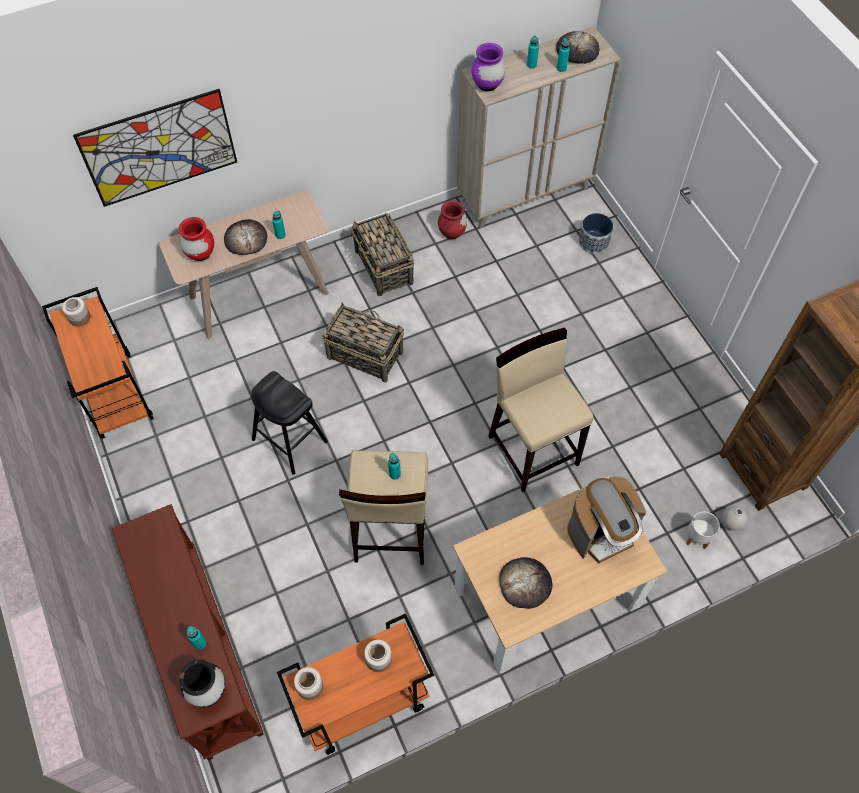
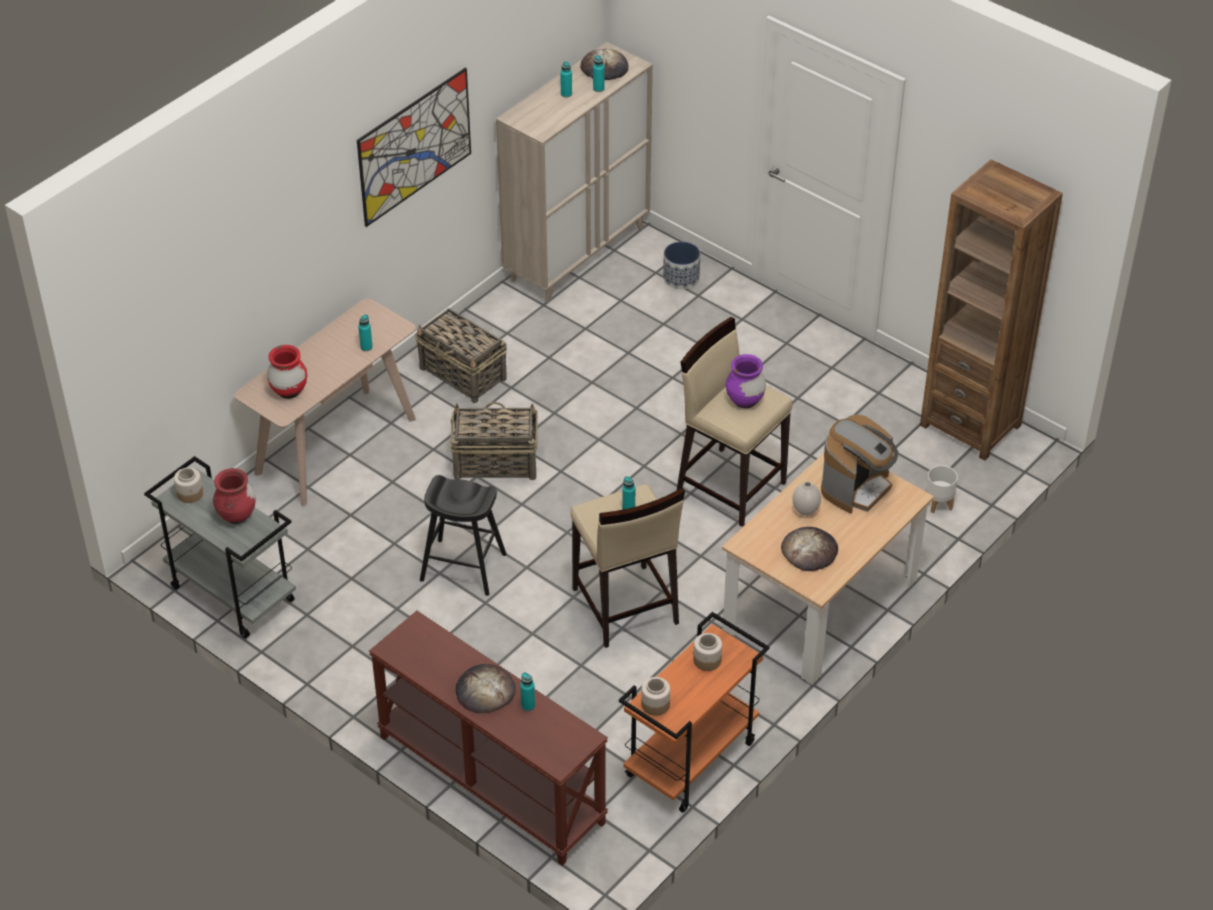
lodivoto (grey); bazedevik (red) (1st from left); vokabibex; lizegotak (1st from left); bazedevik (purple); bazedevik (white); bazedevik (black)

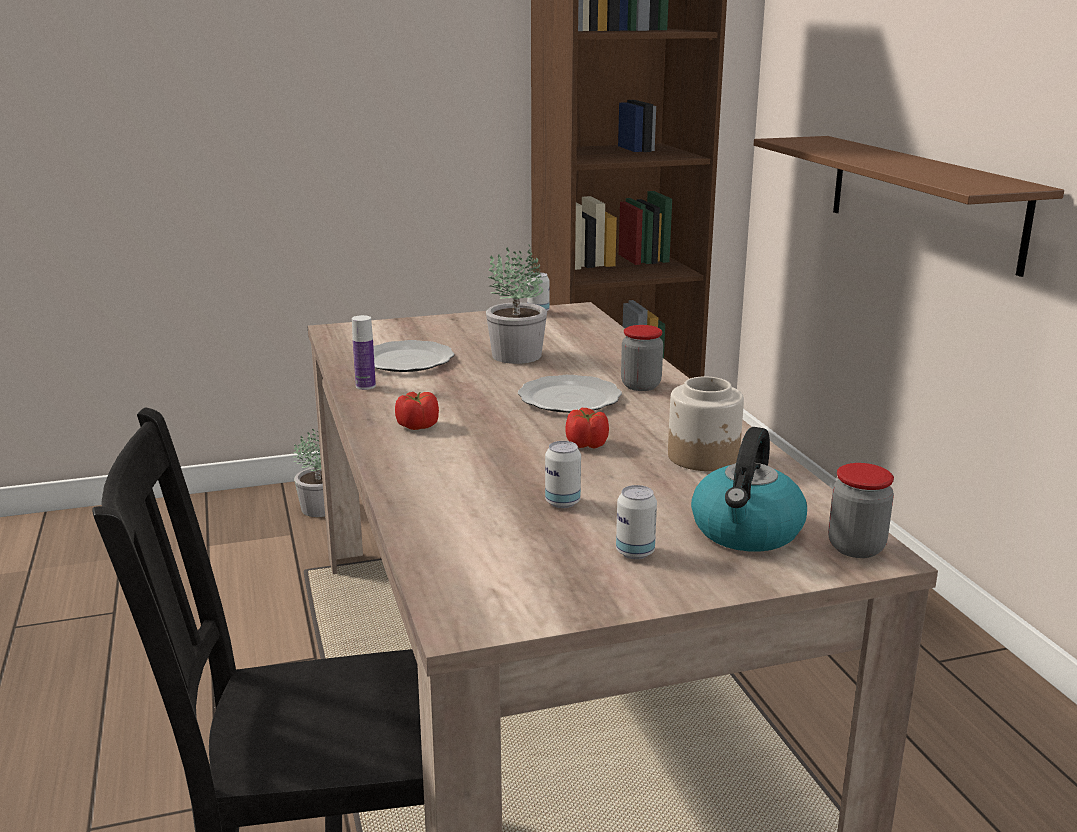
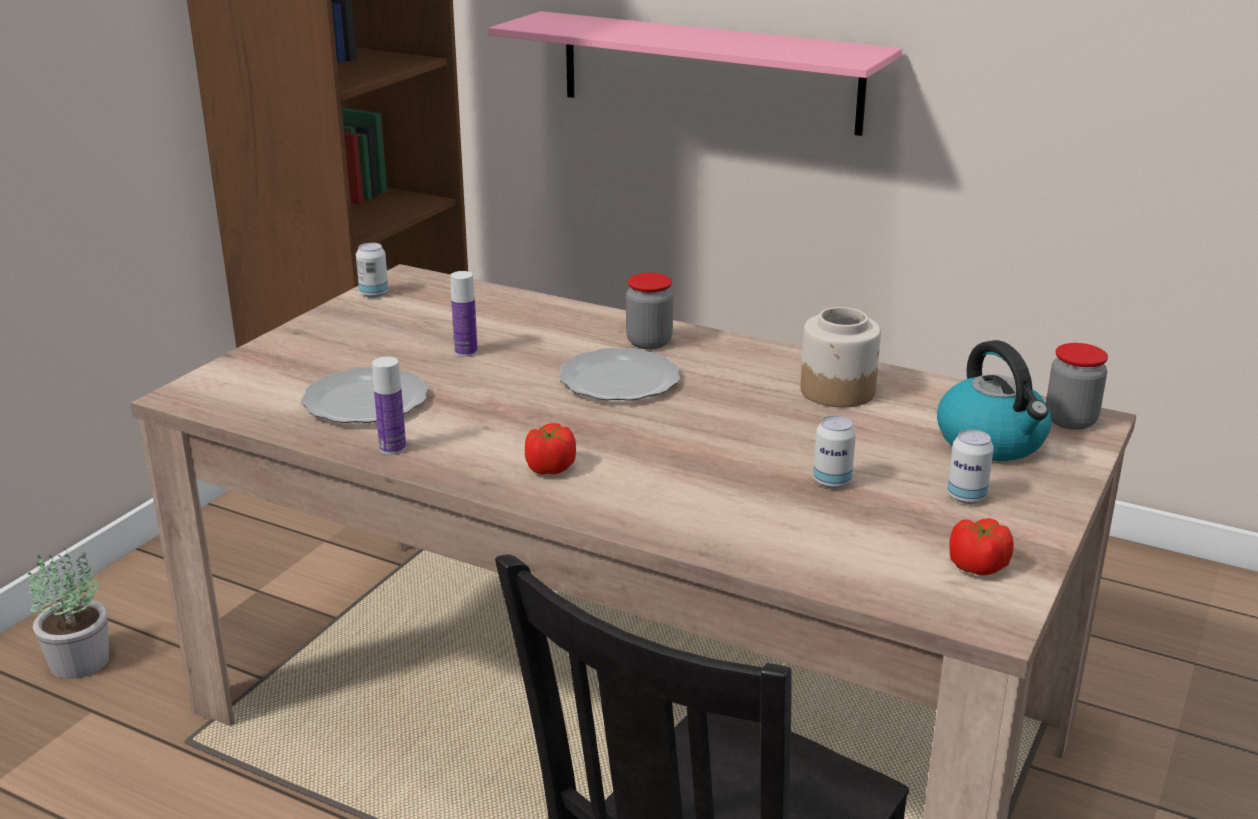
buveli (2nd from left); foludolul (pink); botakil (2nd from left)

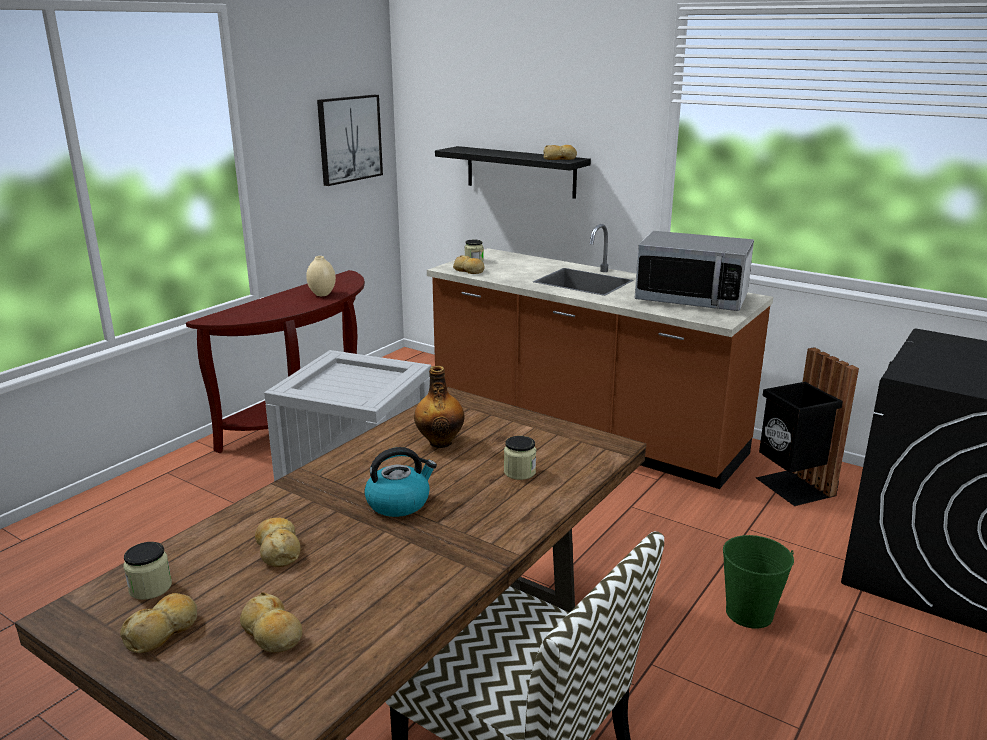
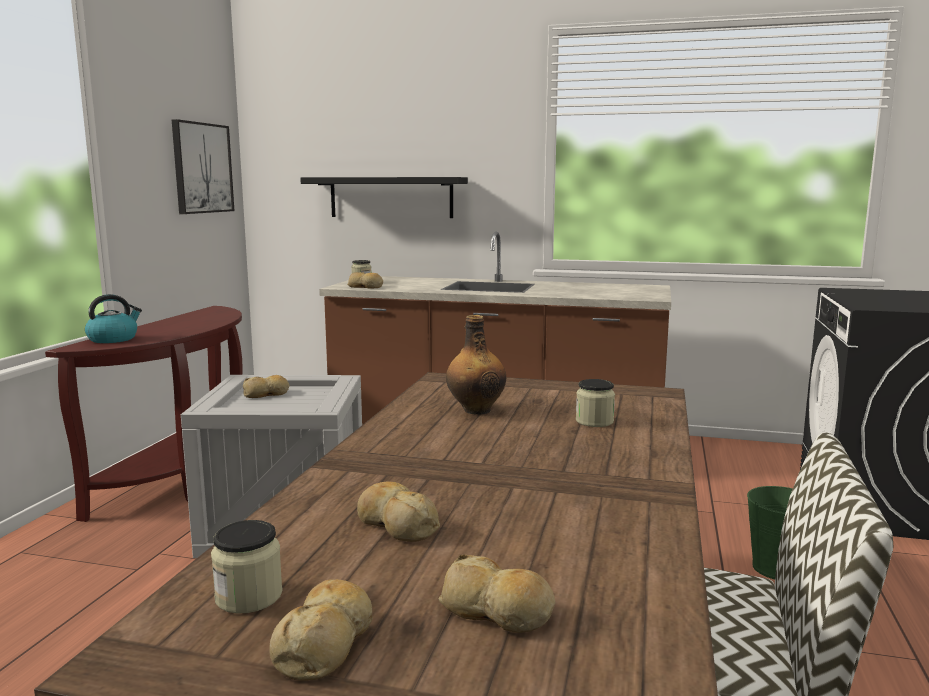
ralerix; lizegotak (1st from left); bazedevik (beige); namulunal; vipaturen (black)

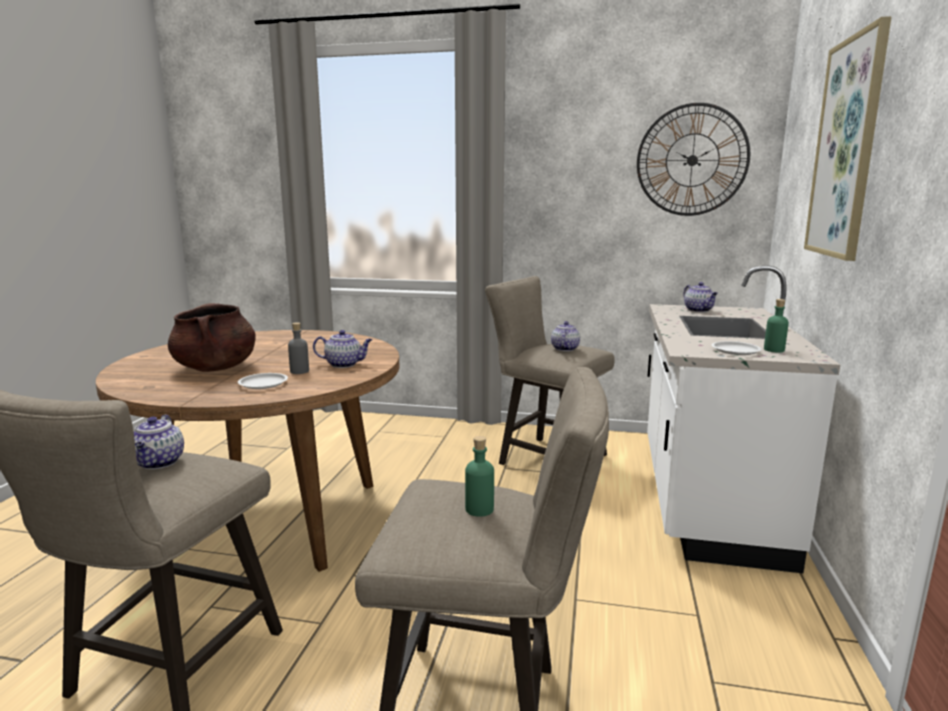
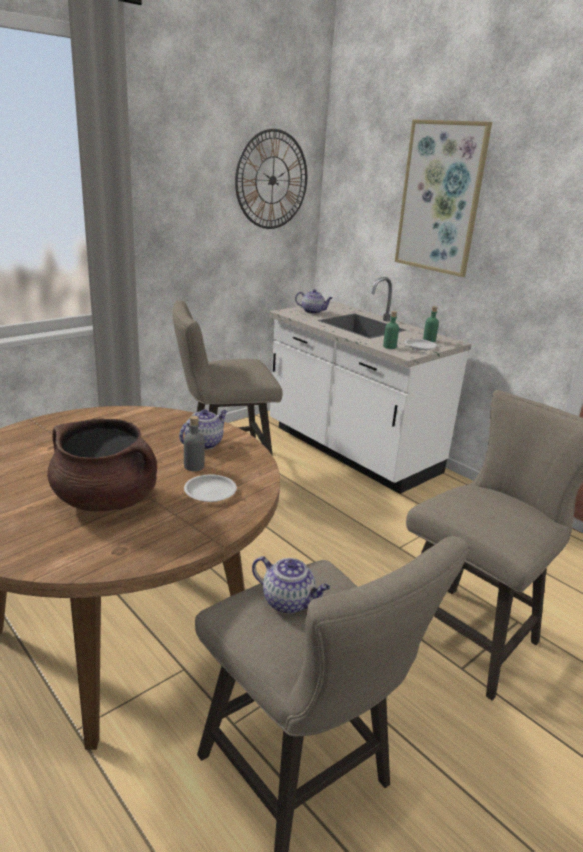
buveli (green) (1st from left); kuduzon (3rd from left in the first image)

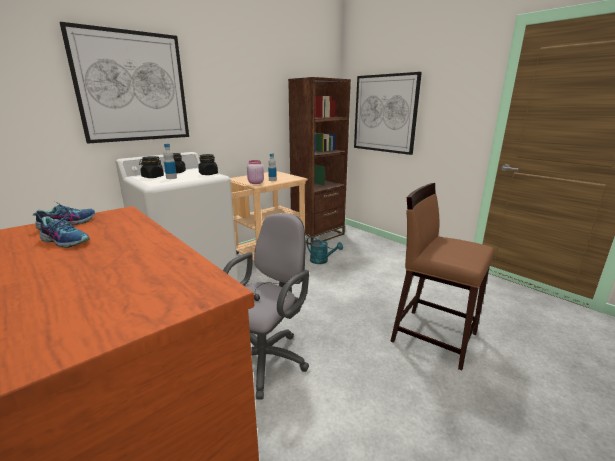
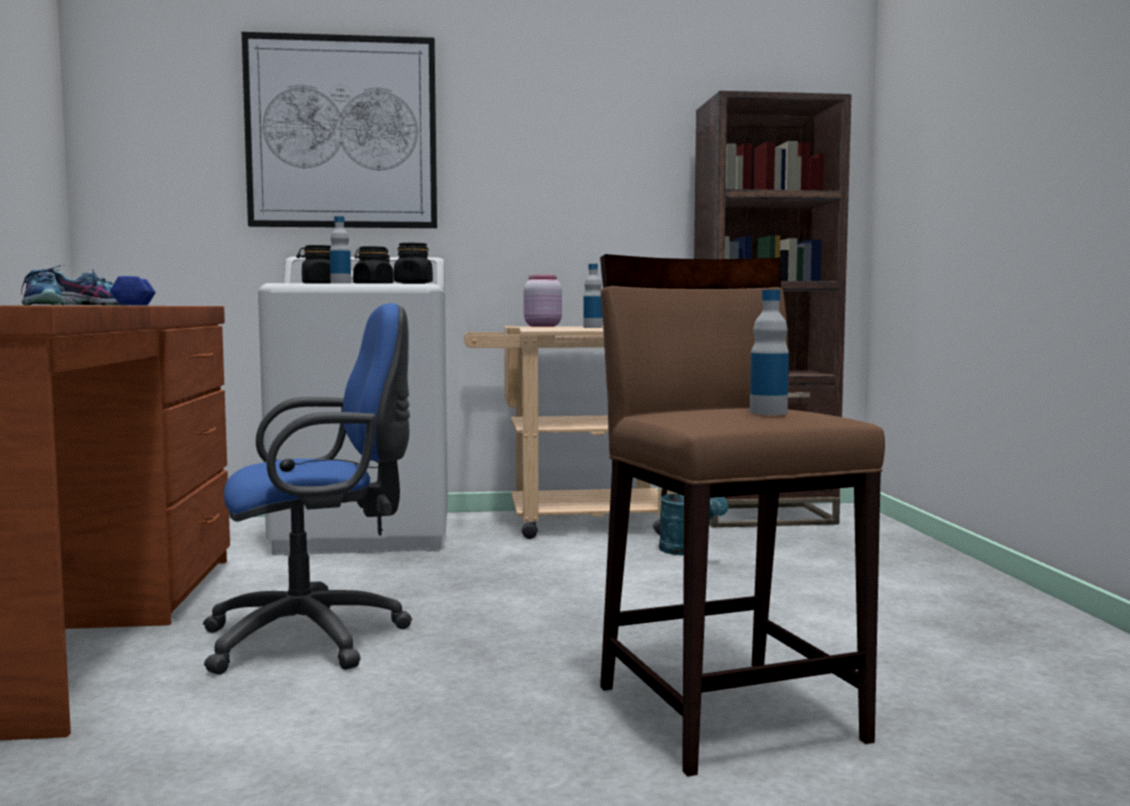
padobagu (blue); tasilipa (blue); buveli (3rd from left); vokabibex (2nd from left in the first image)

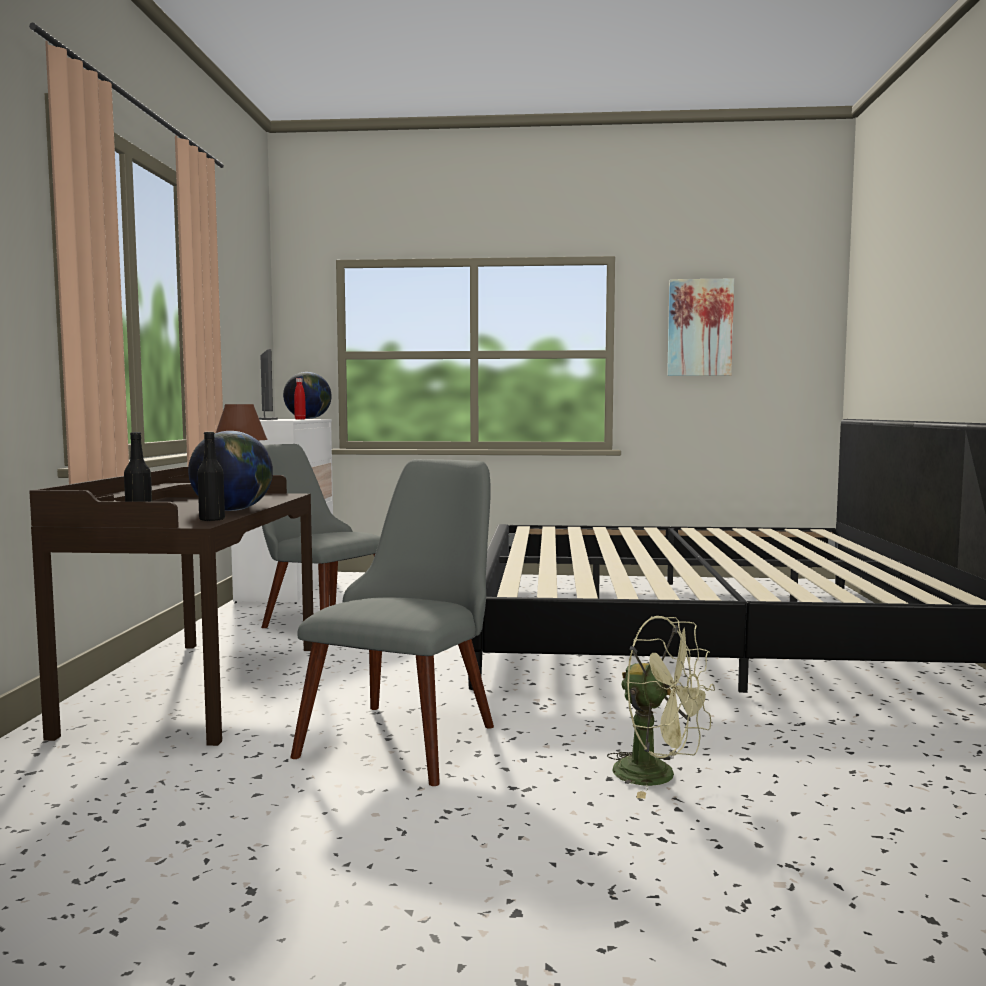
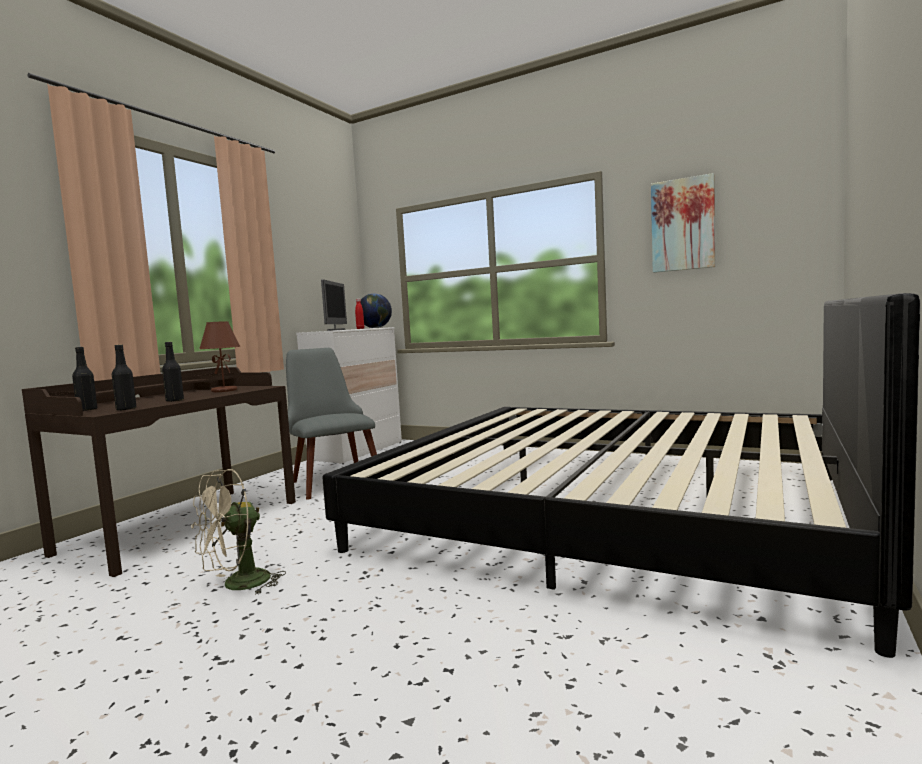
buveli (black) (3rd from left); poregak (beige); poregak (green)

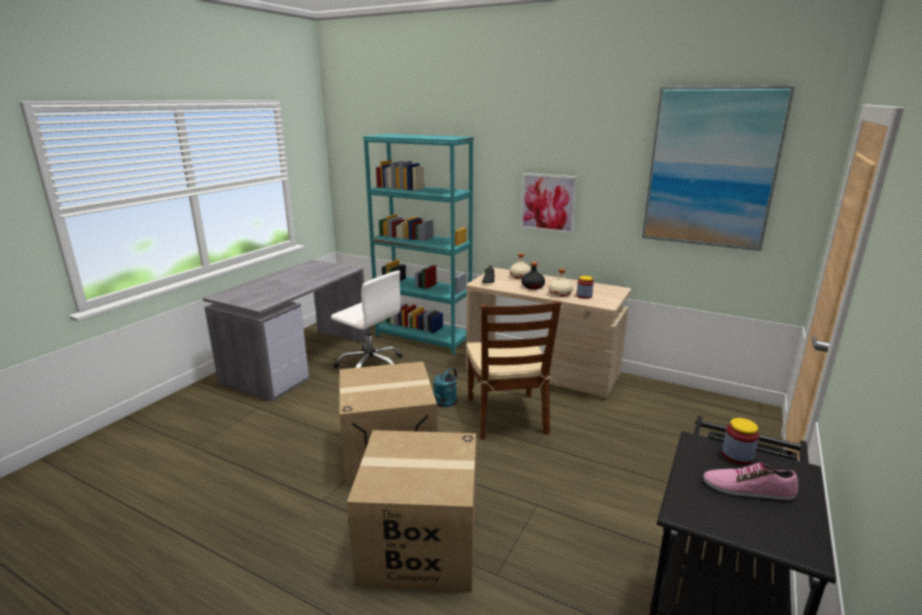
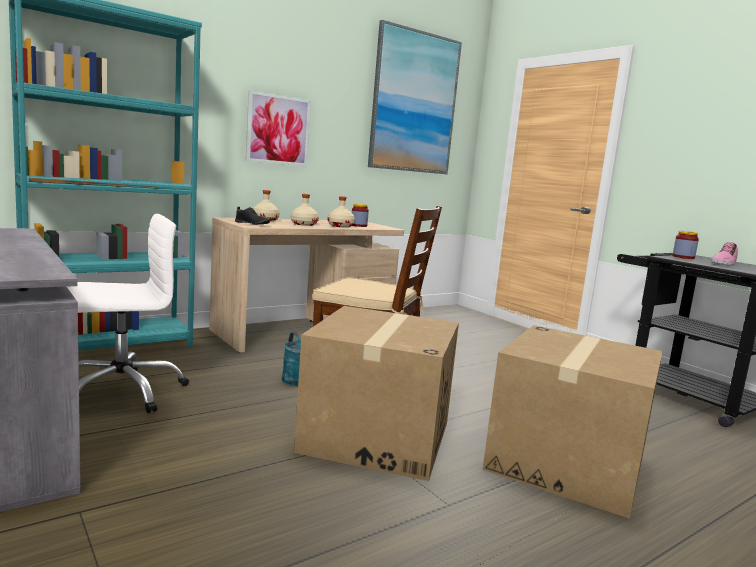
buveli (beige) (2nd from left)

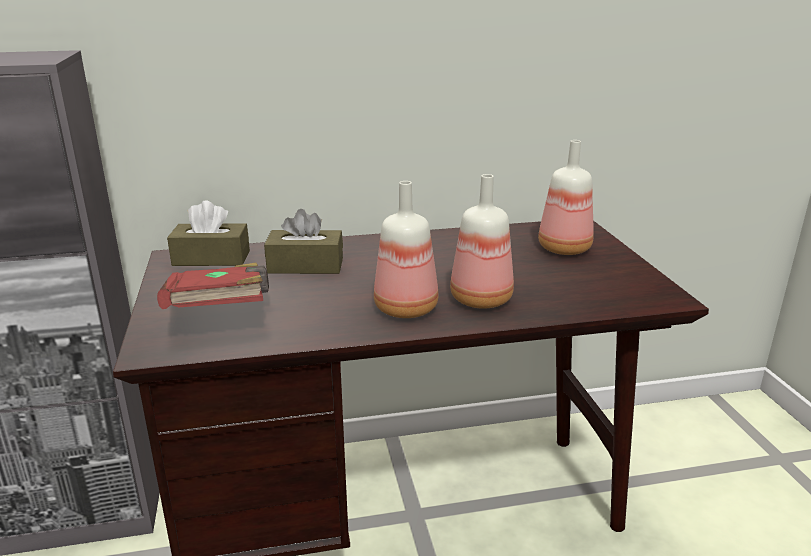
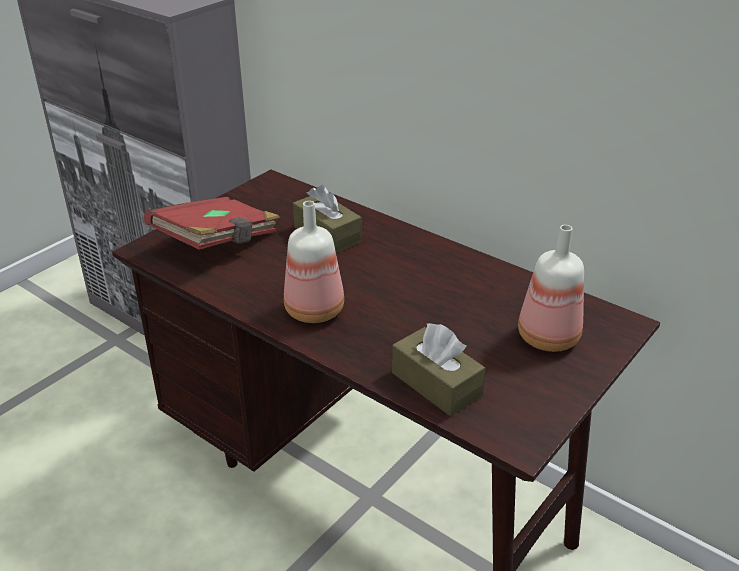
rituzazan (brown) (2nd from left); buveli (2nd from left in the first image)

